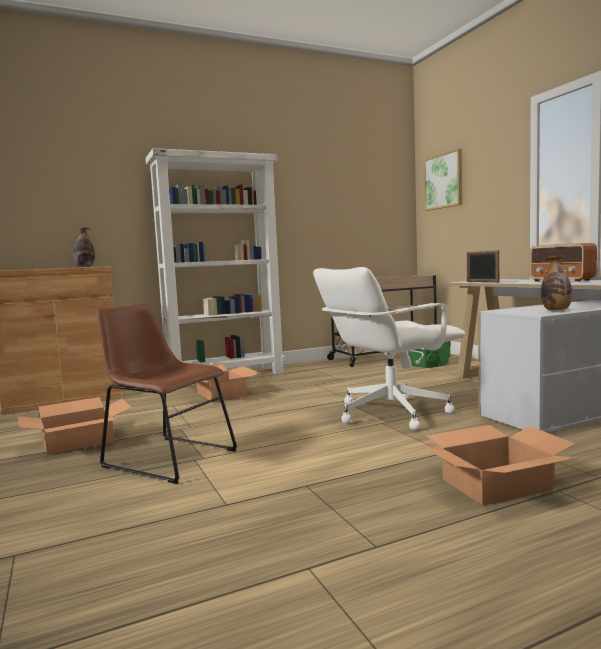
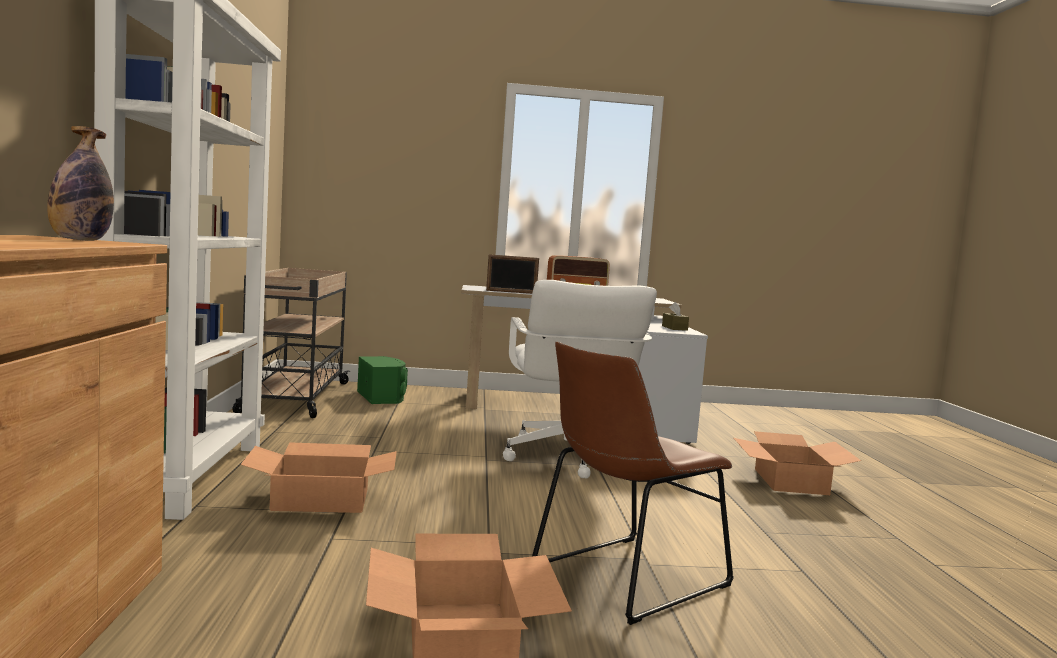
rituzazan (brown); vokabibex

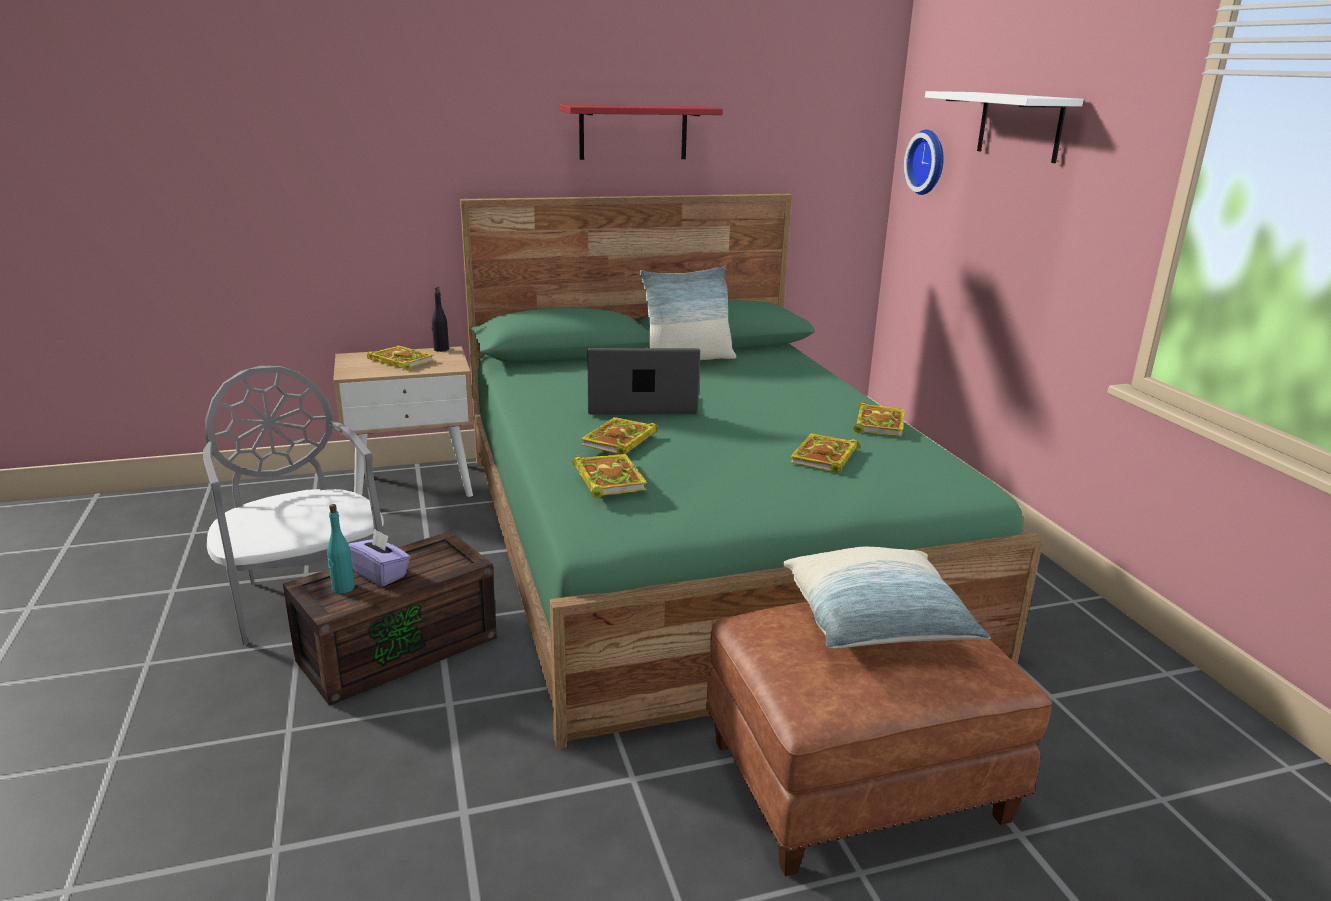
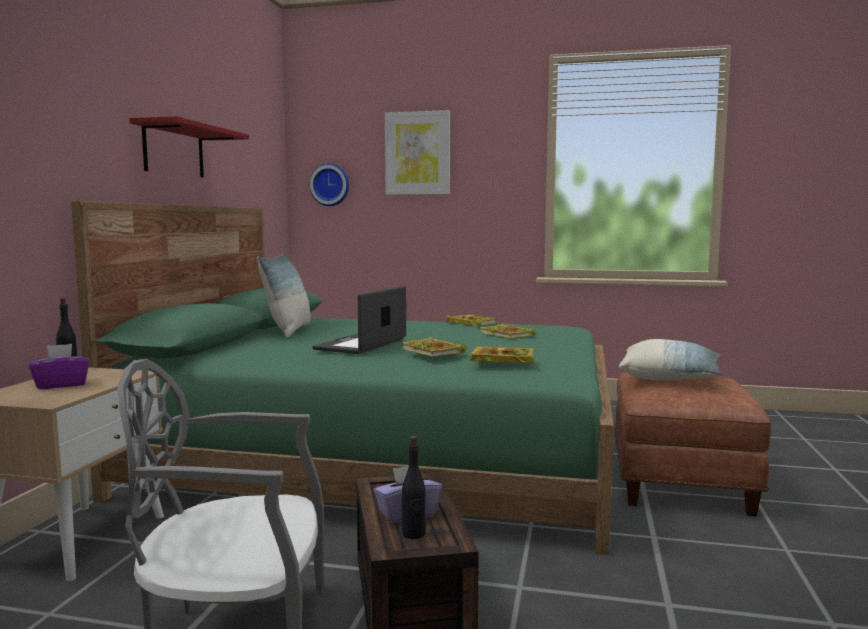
rituzazan (purple) (1st from left); vokabibex; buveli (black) (2nd from left)

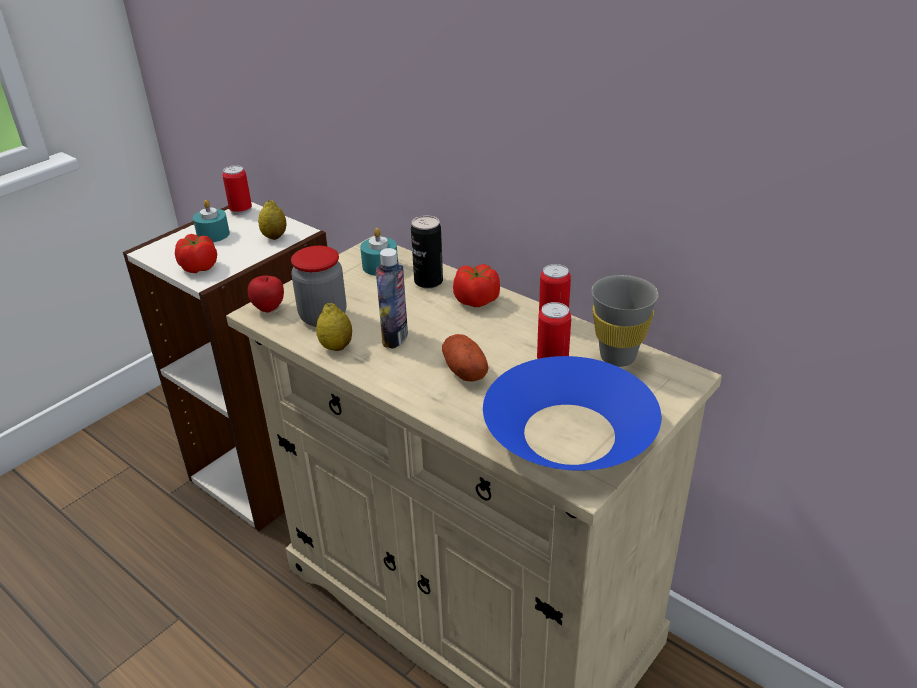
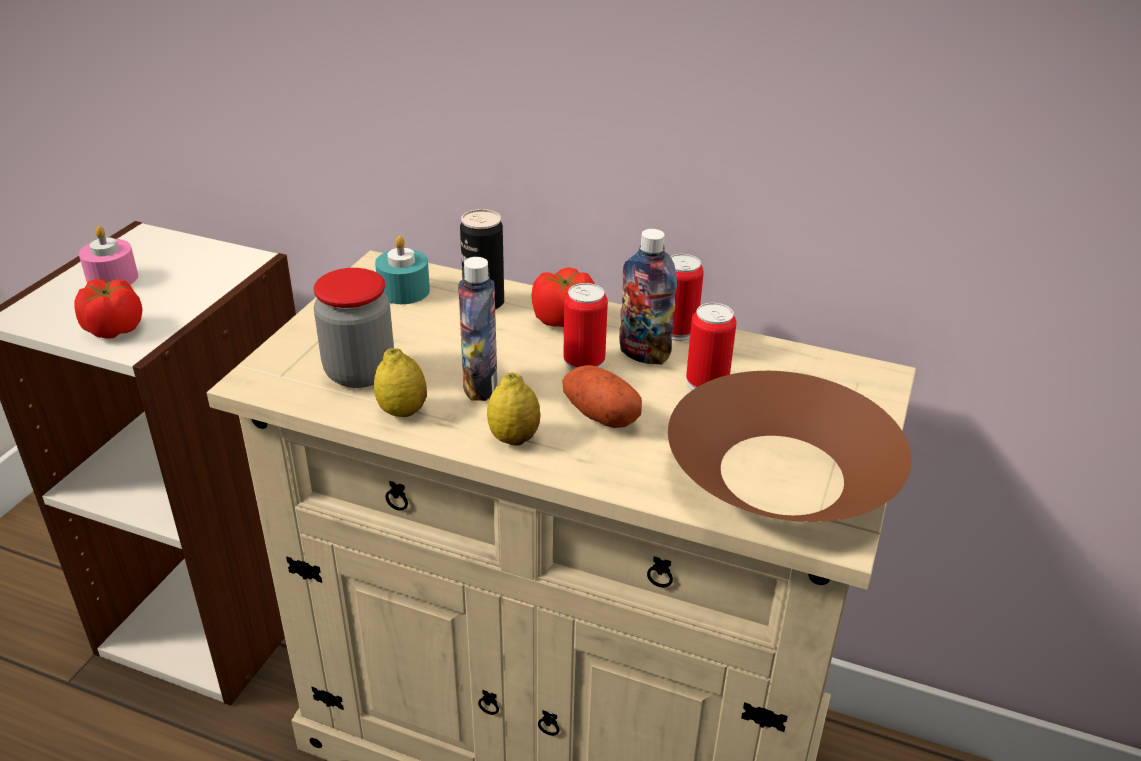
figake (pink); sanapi (2nd from left); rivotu (2nd from left); buveli (2nd from left); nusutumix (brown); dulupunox; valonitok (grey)

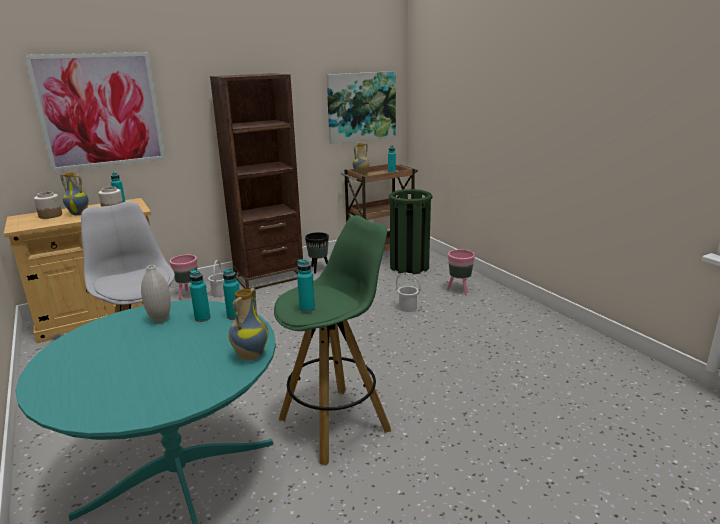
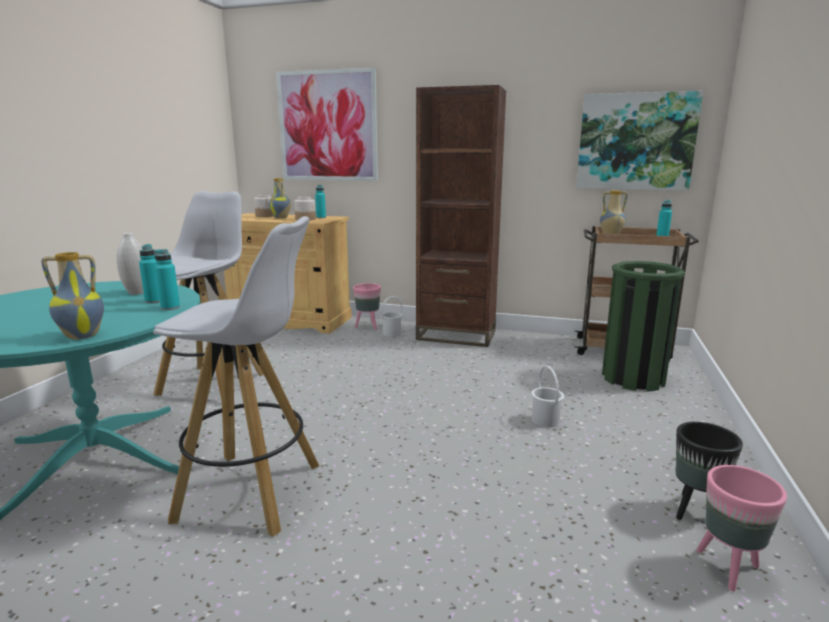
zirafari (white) (2nd from left); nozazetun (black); nozazetun (pink) (2nd from left); buveli (turquoise) (4th from left in the first image)

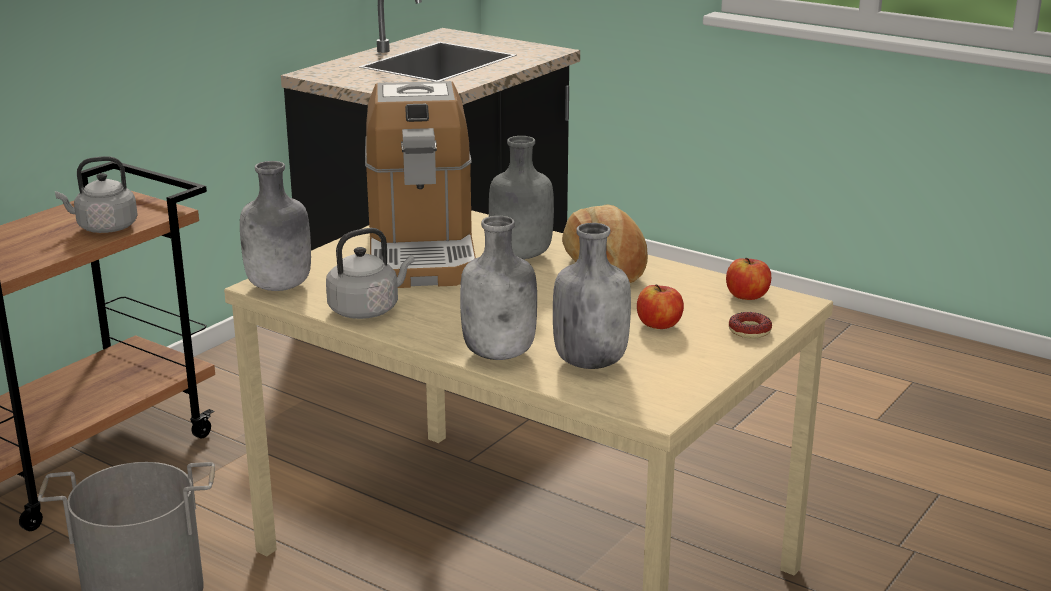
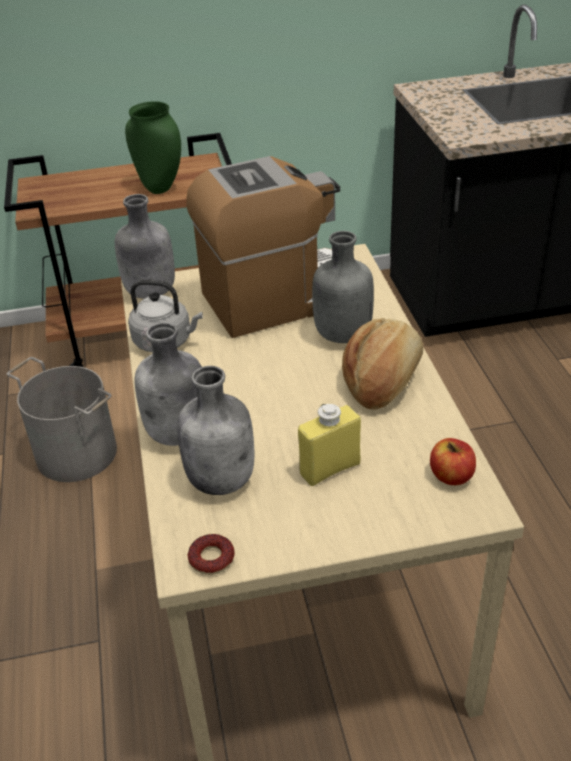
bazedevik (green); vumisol; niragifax; buveli (yellow)

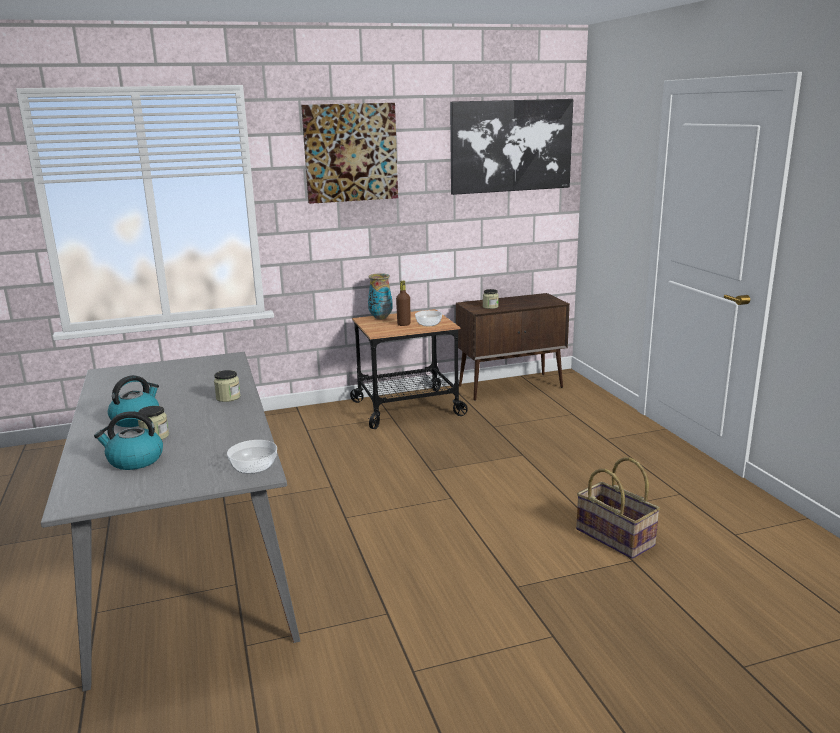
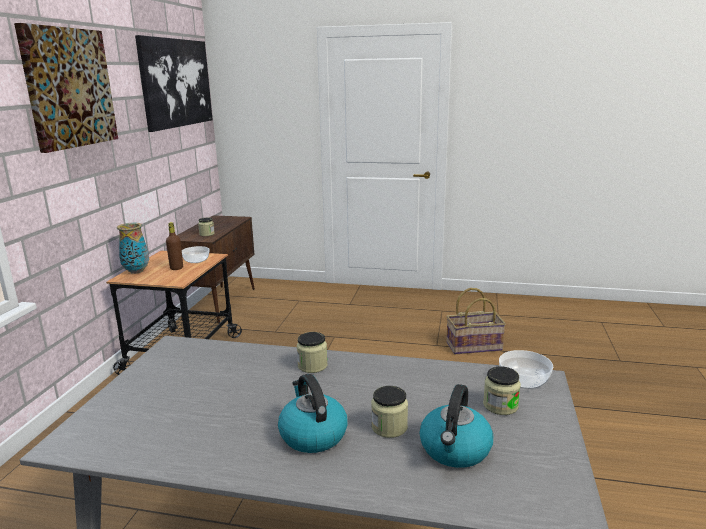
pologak (4th from left)

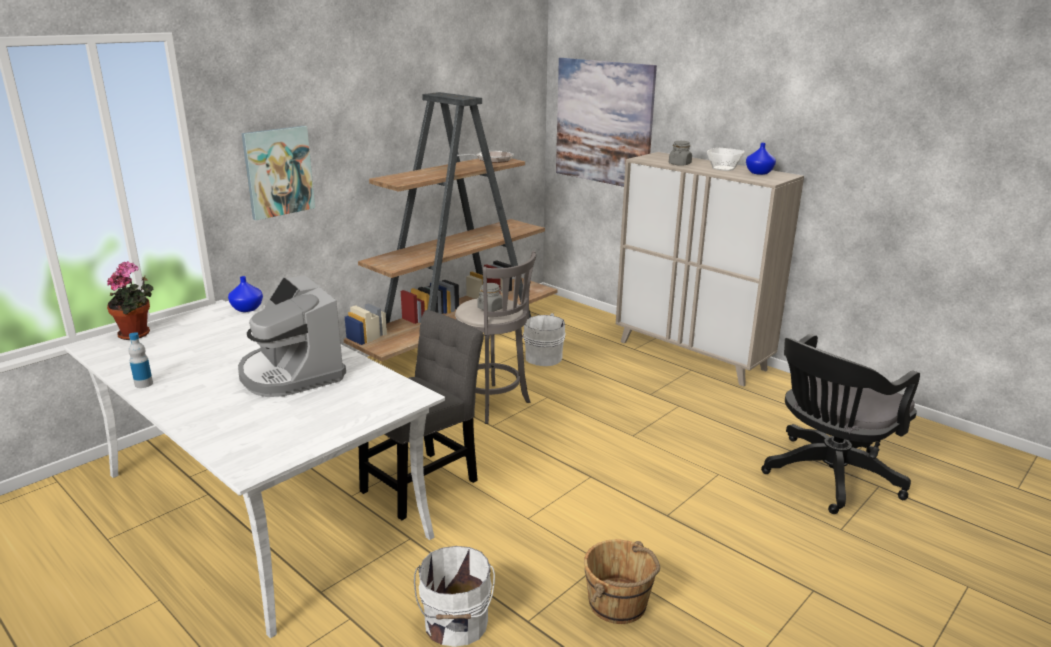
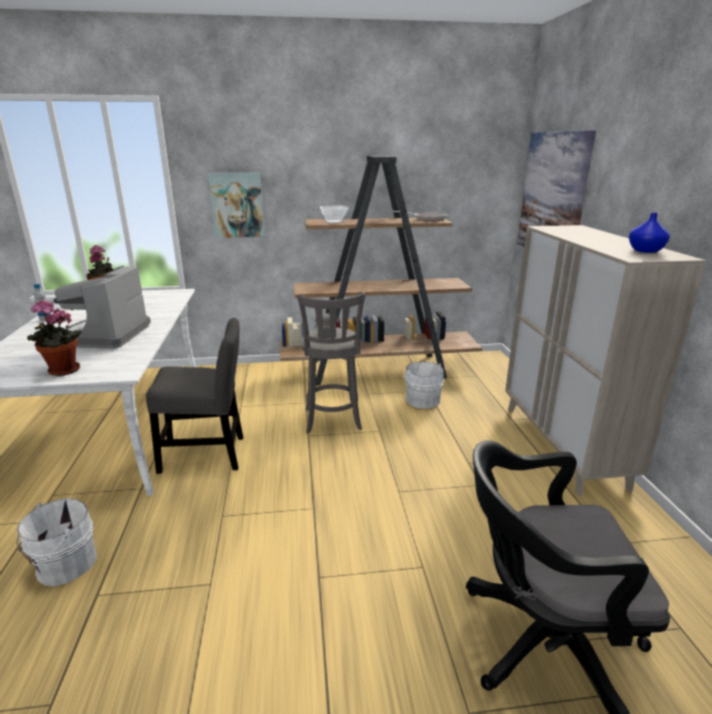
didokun (1st from left); nusutumix; bazedevik (blue) (1st from left in the first image); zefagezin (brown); pologak (grey) (2nd from left in the first image)

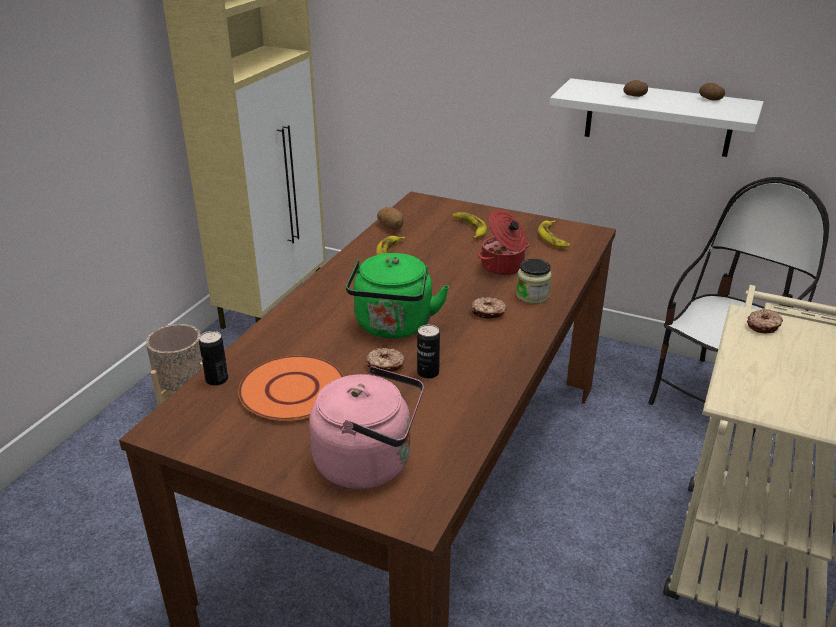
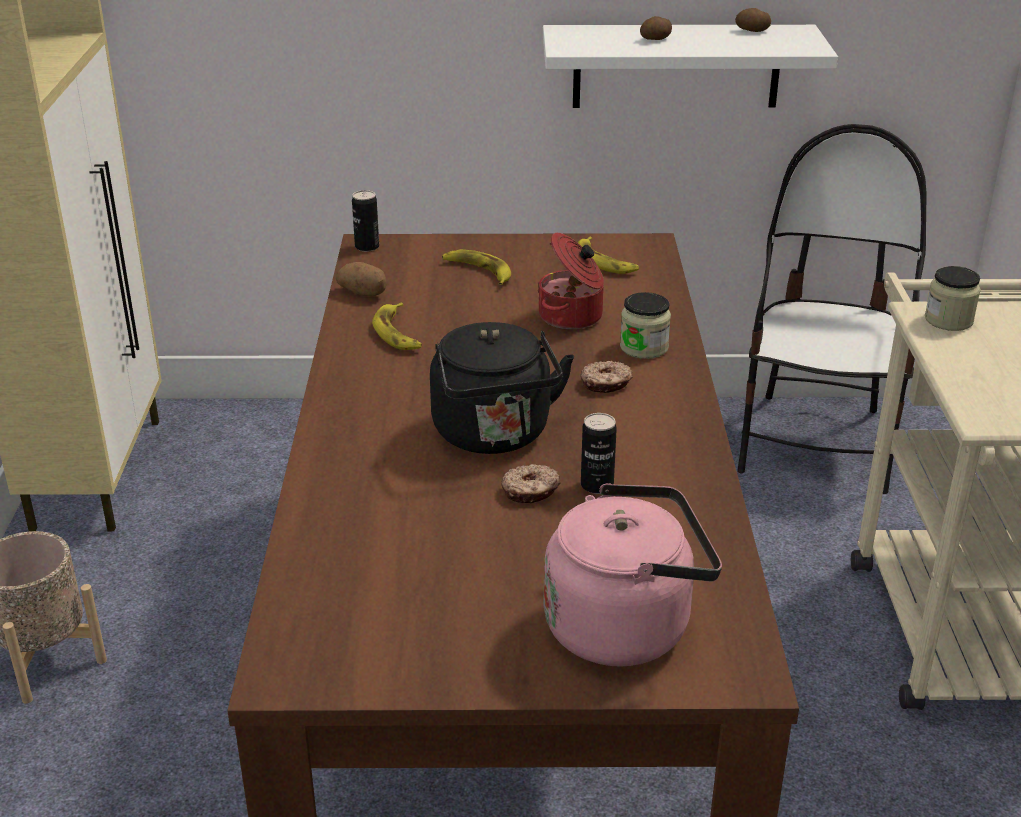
rivotu (1st from left); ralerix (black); pologak (2nd from left); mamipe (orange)

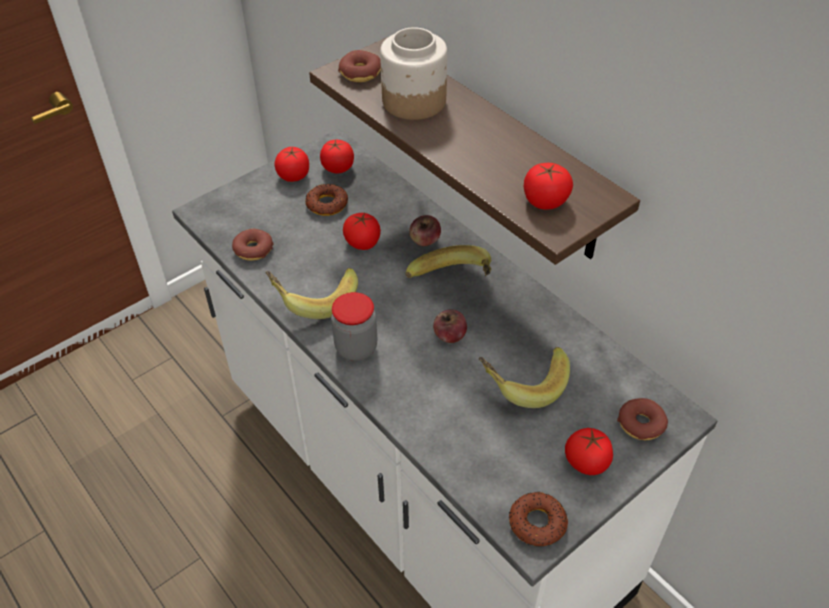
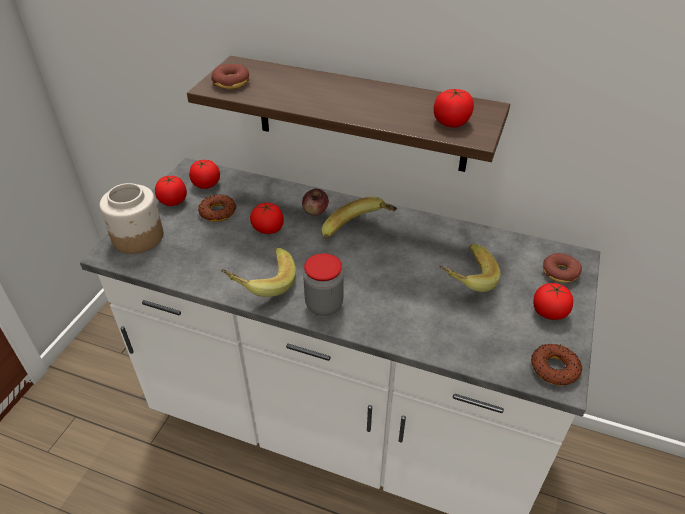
pologak (1st from left); niragifax (1st from left in the first image); dulupunox (2nd from left in the first image)

